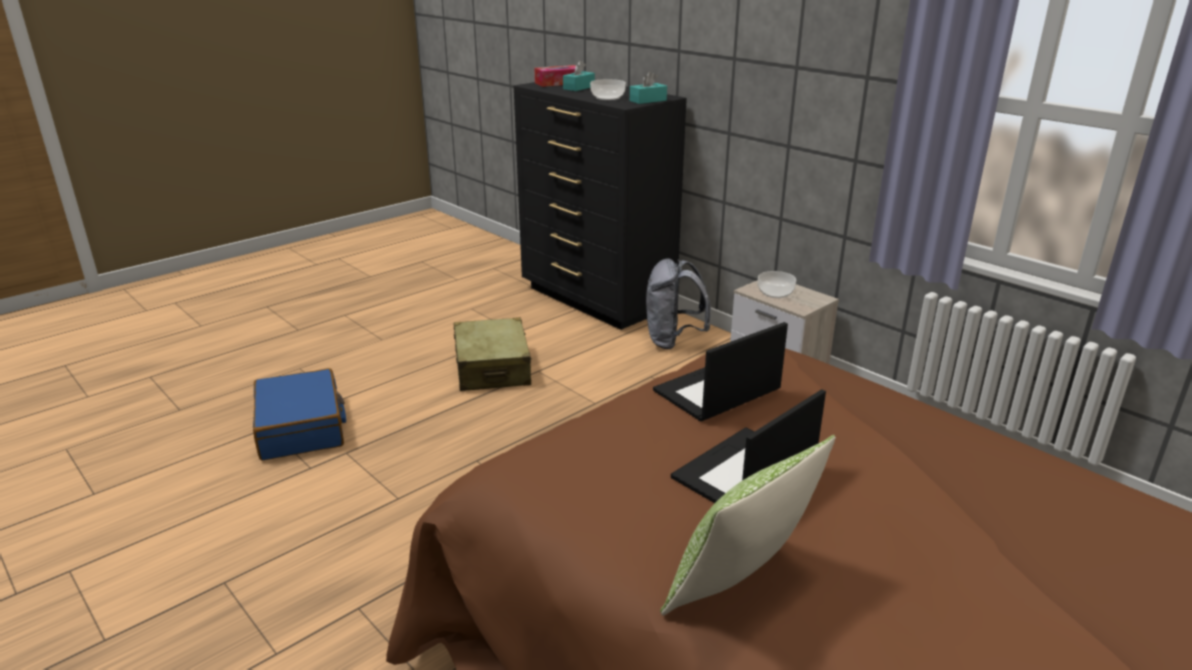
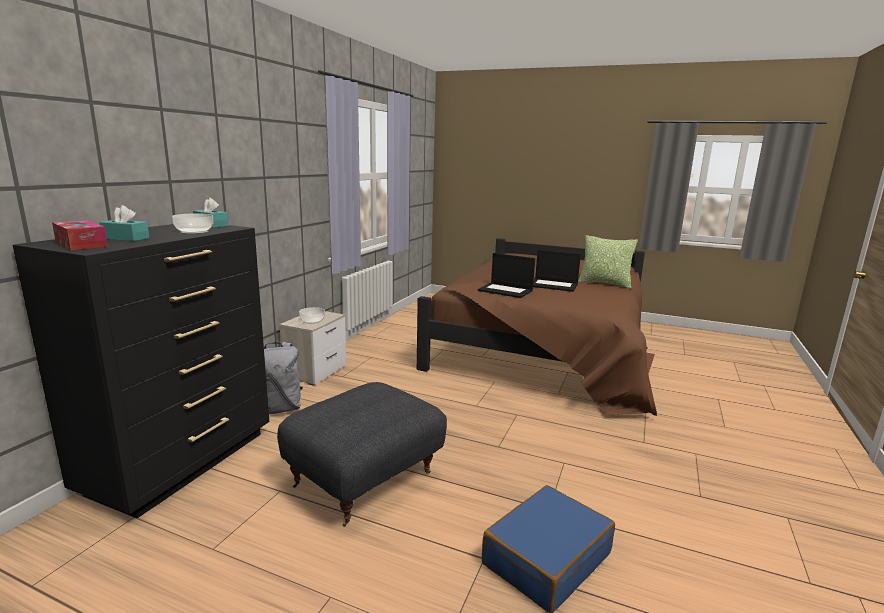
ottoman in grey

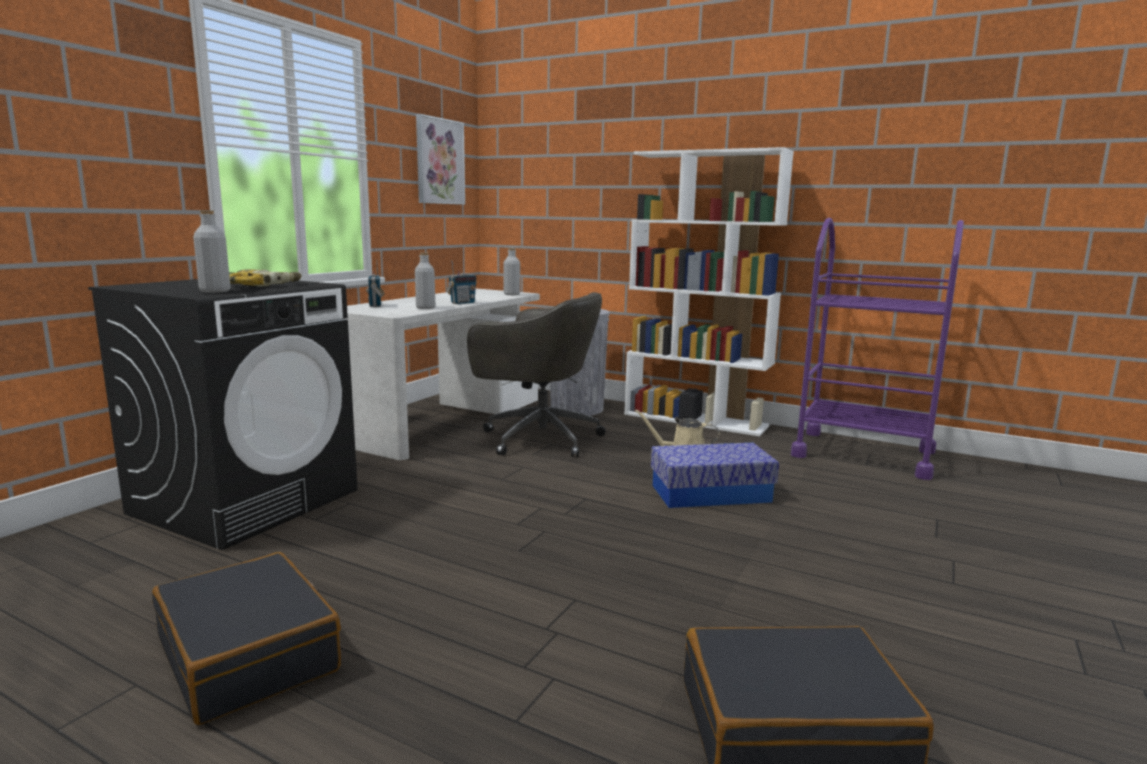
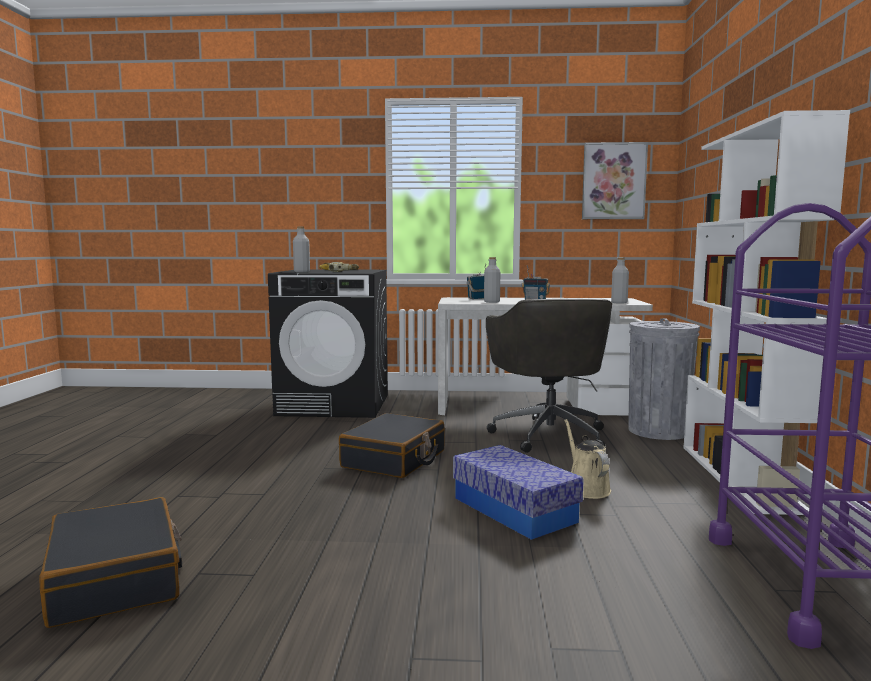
suitcase in black (no. 2 from left)

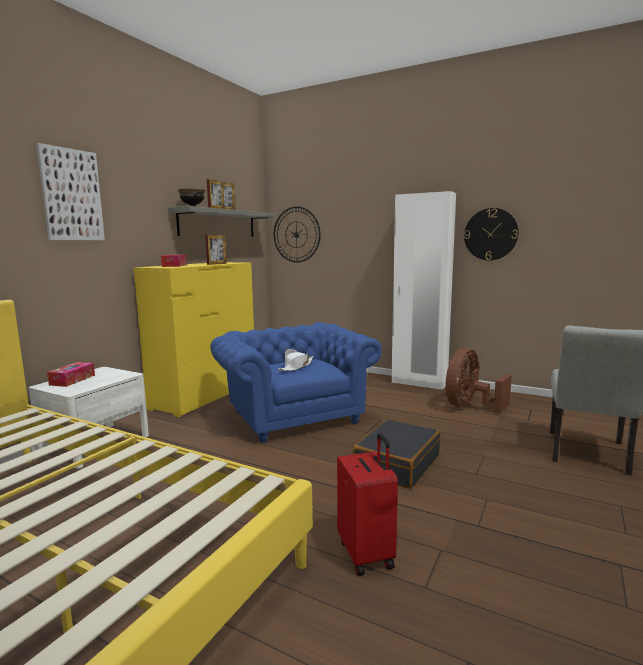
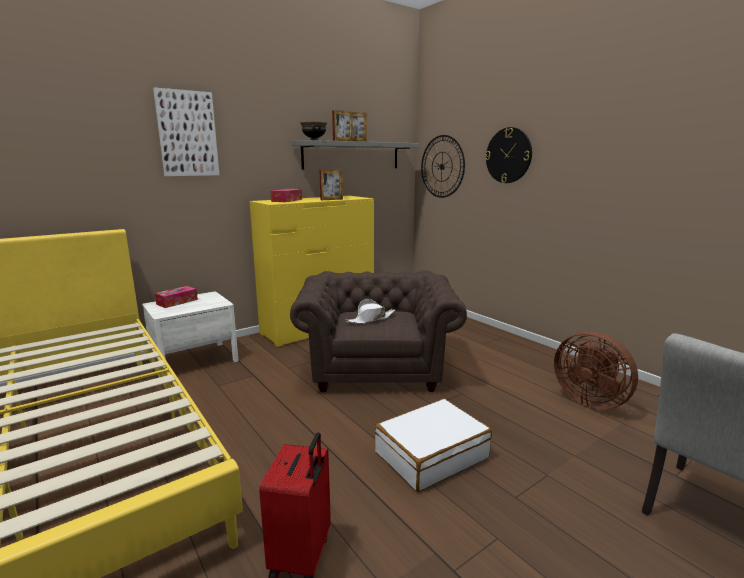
armchair in brown
suitcase in white
wardrobe in white
fan in brown
wall clock (no. 2 from left)

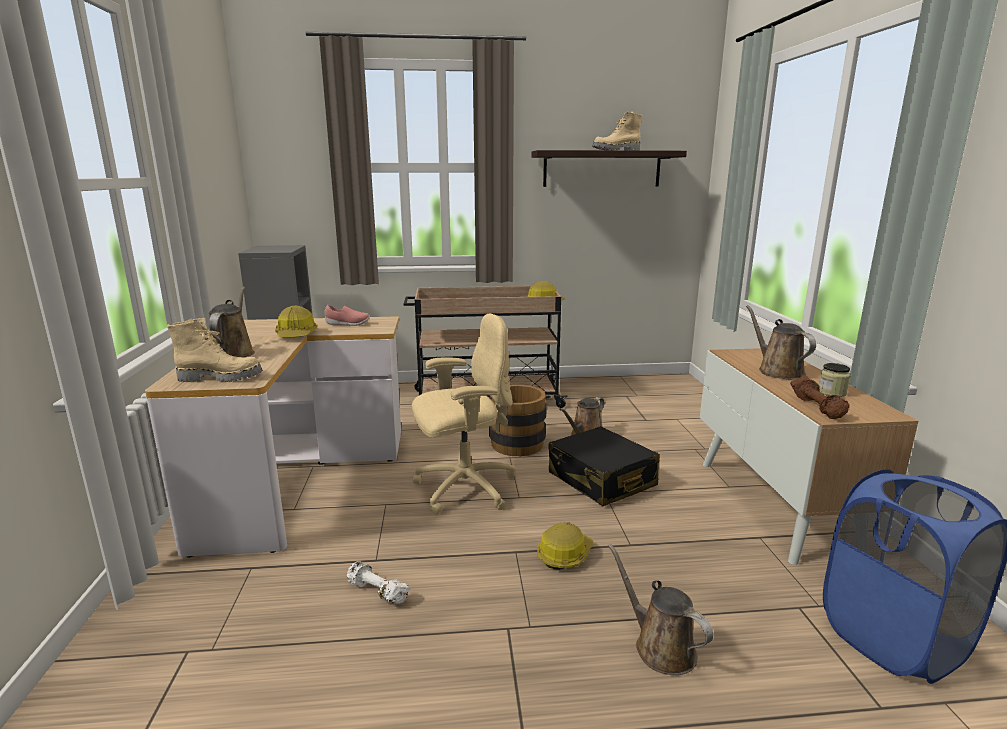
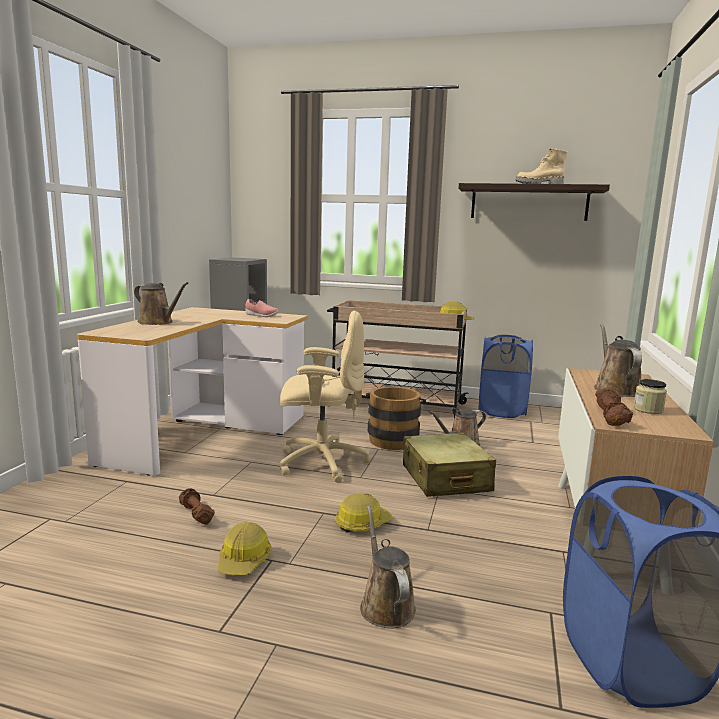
boot in beige (no. 1 from left in the first image)
watering can in brown (no. 1 from left)
hard hat (no. 1 from left)
dumbbell in brown (no. 1 from left)
suitcase in beige
laundry basket in blue (no. 1 from left)

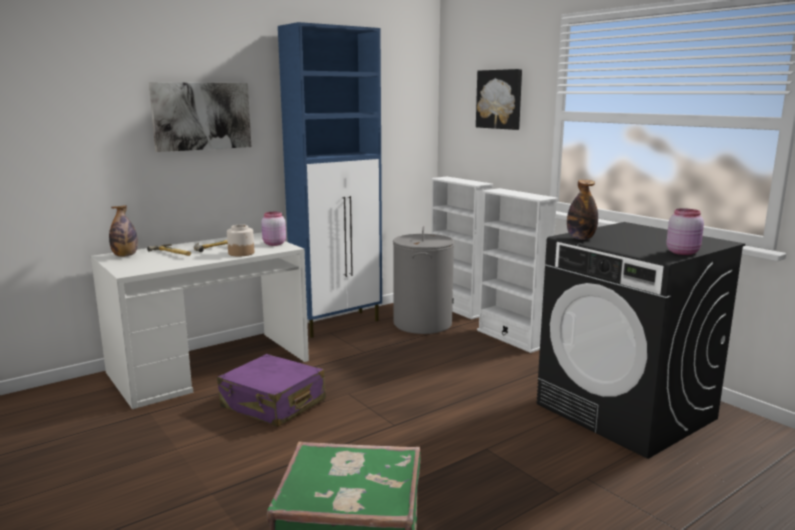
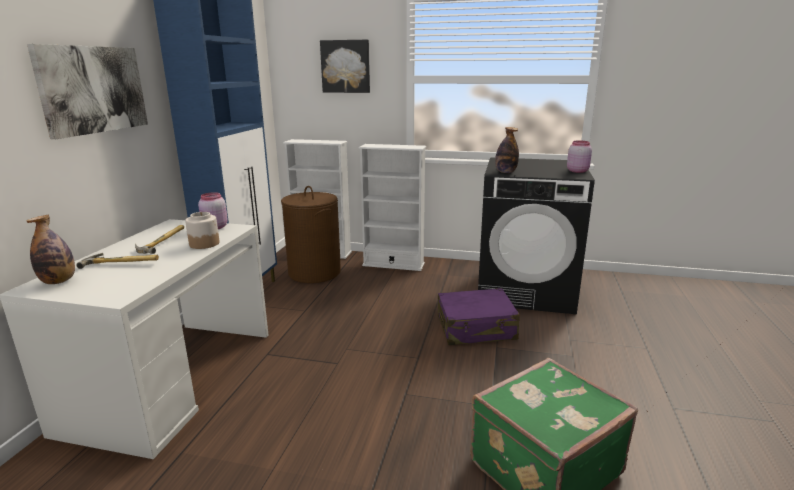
suitcase in purple
laundry basket in brown

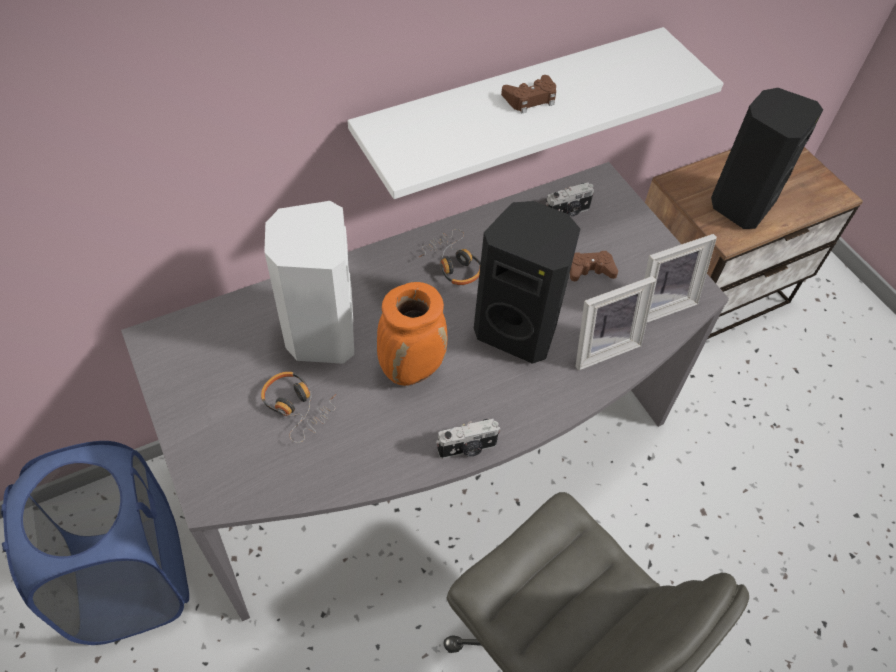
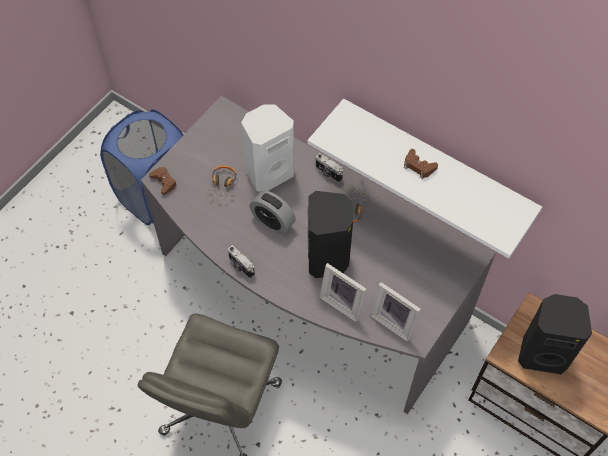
alarm clock
photo camera (no. 2 from left)
game controller in brown (no. 1 from left)

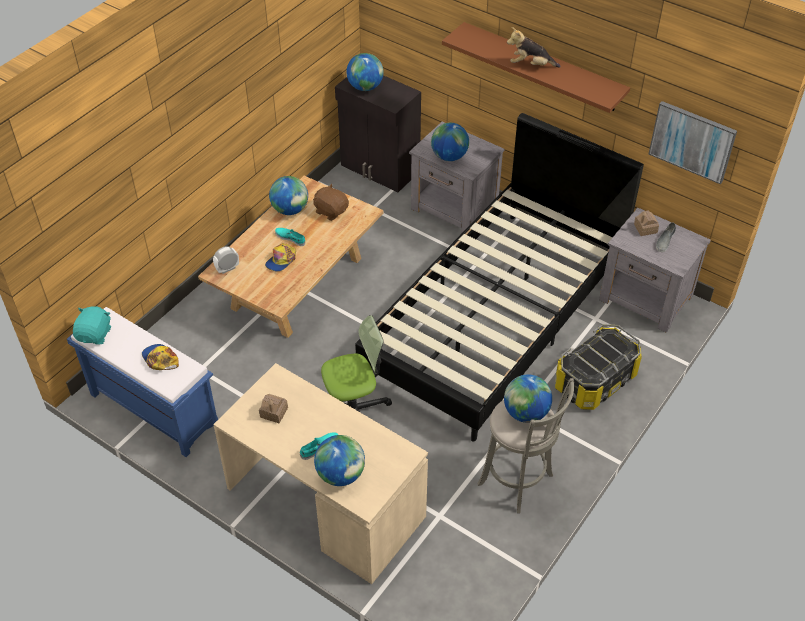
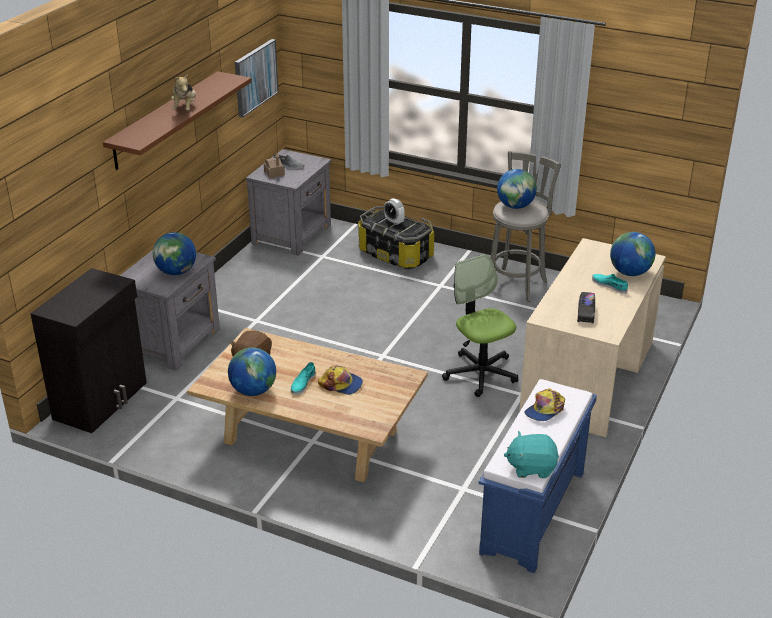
alarm clock
toy truck
globe (no. 3 from left in the first image)
bed in black

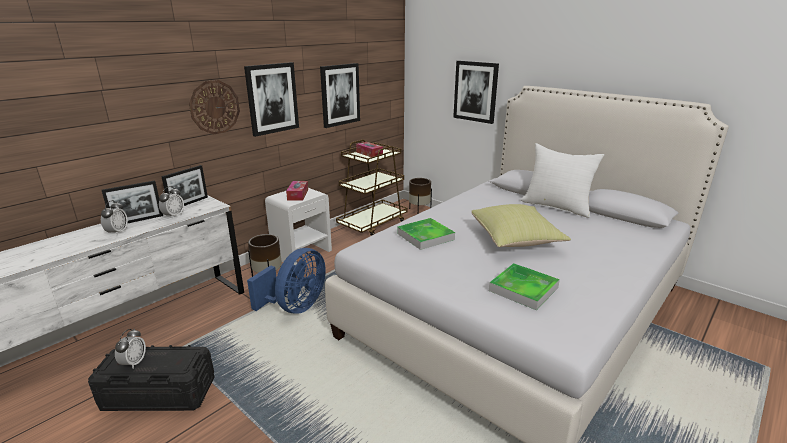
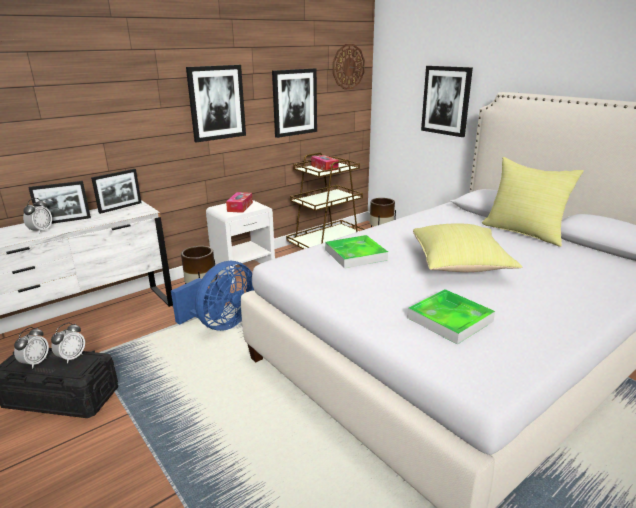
alarm clock (no. 3 from left)
wall clock
pillow in yellow (no. 2 from left)

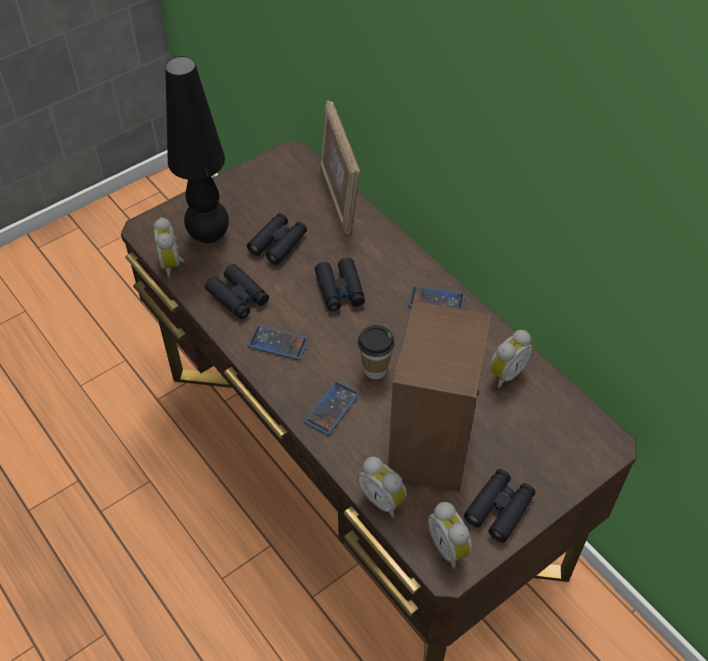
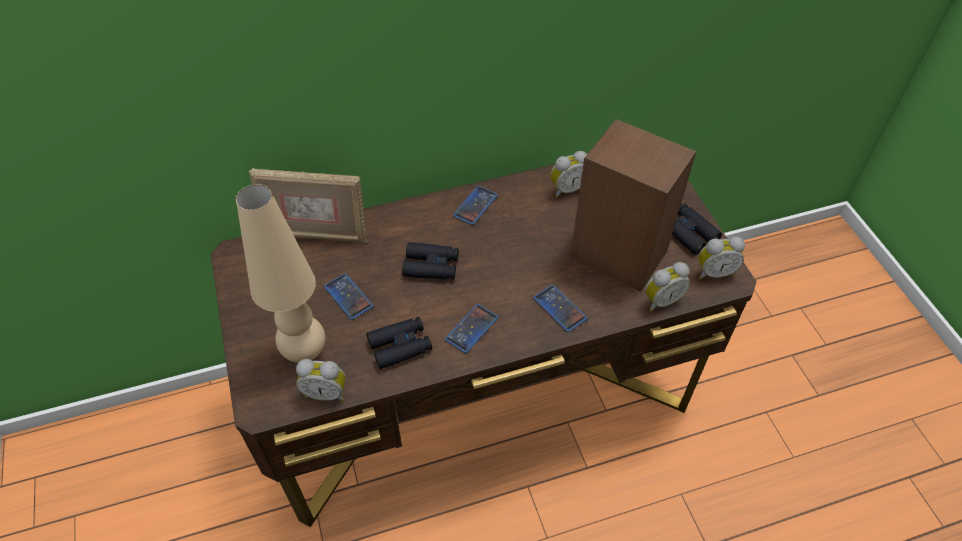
table lamp in beige
phone (no. 1 from left)
cup
alarm clock (no. 2 from left)

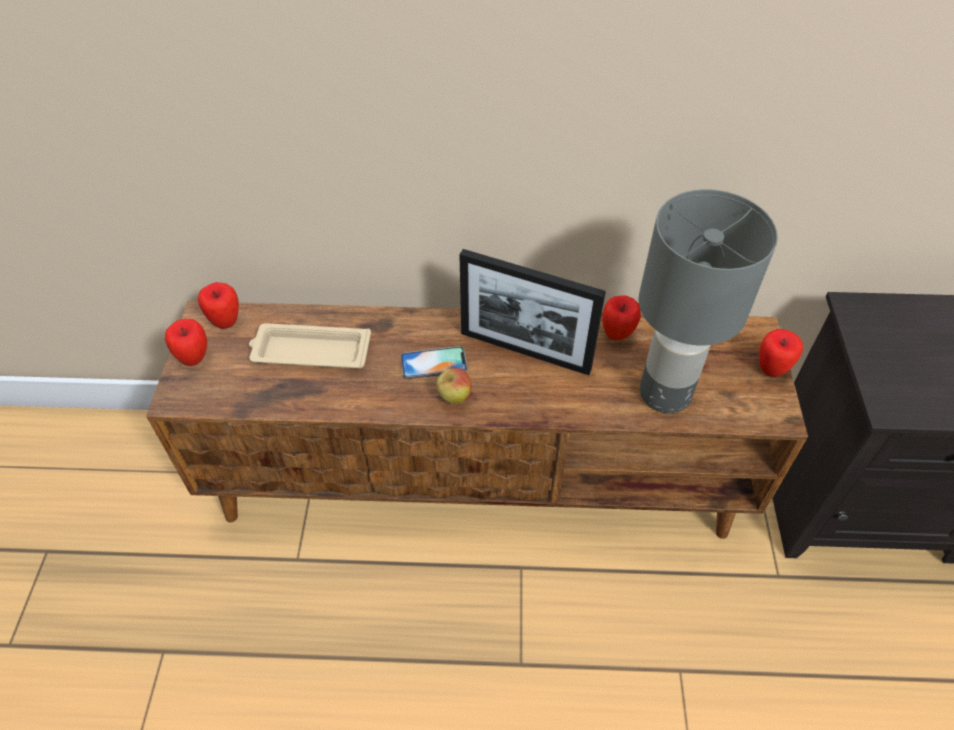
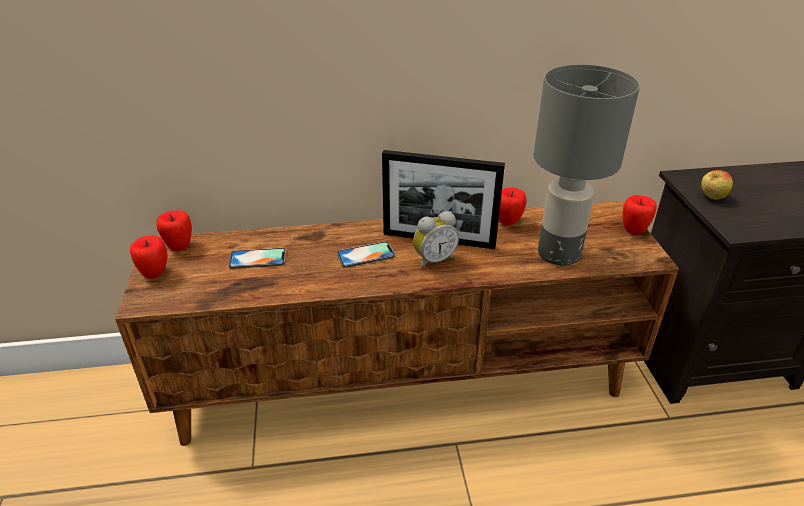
phone (no. 1 from left)
apple (no. 5 from left)
alarm clock

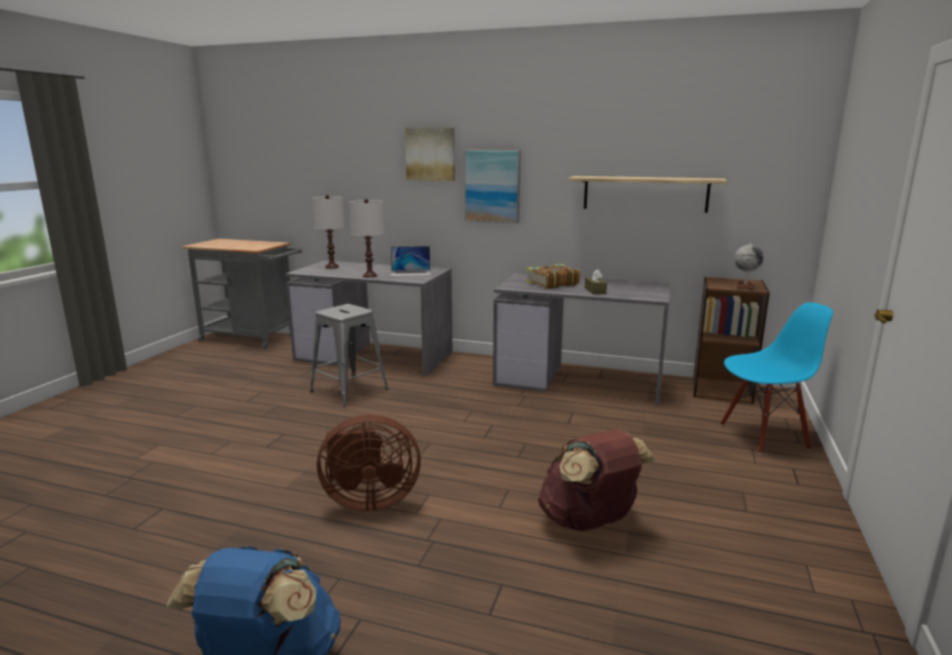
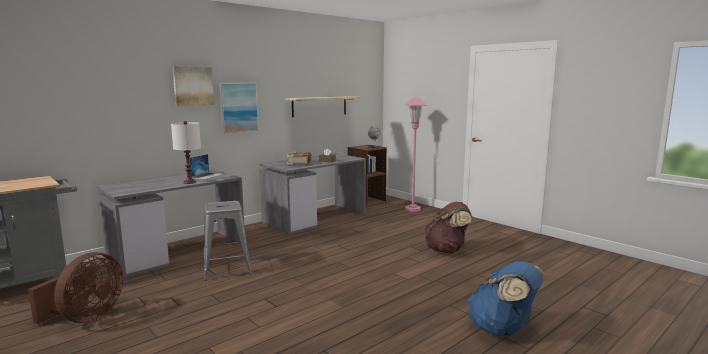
table lamp in white (no. 1 from left in the first image)
fan in brown
floor lamp in pink

